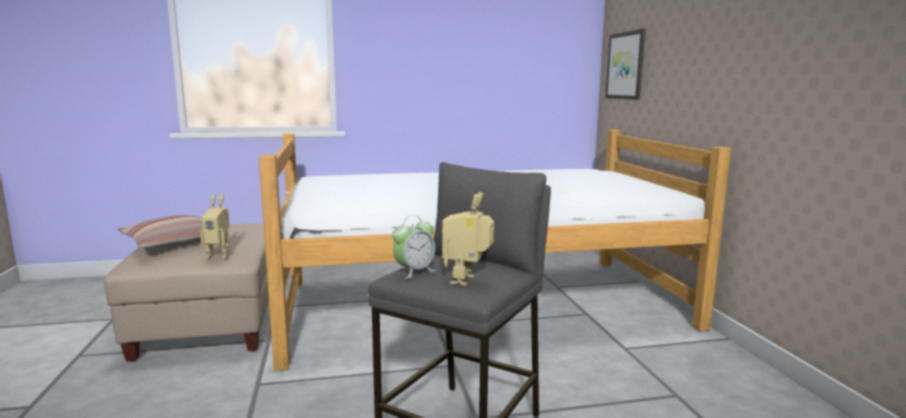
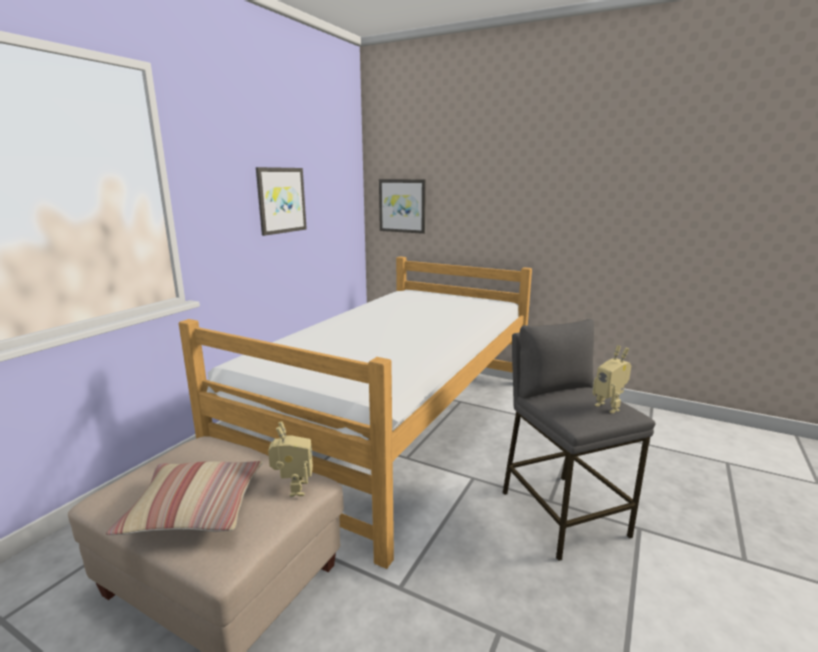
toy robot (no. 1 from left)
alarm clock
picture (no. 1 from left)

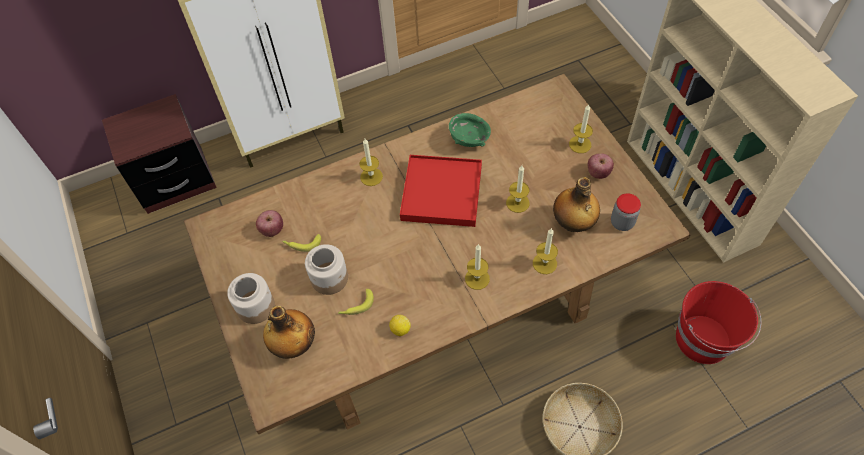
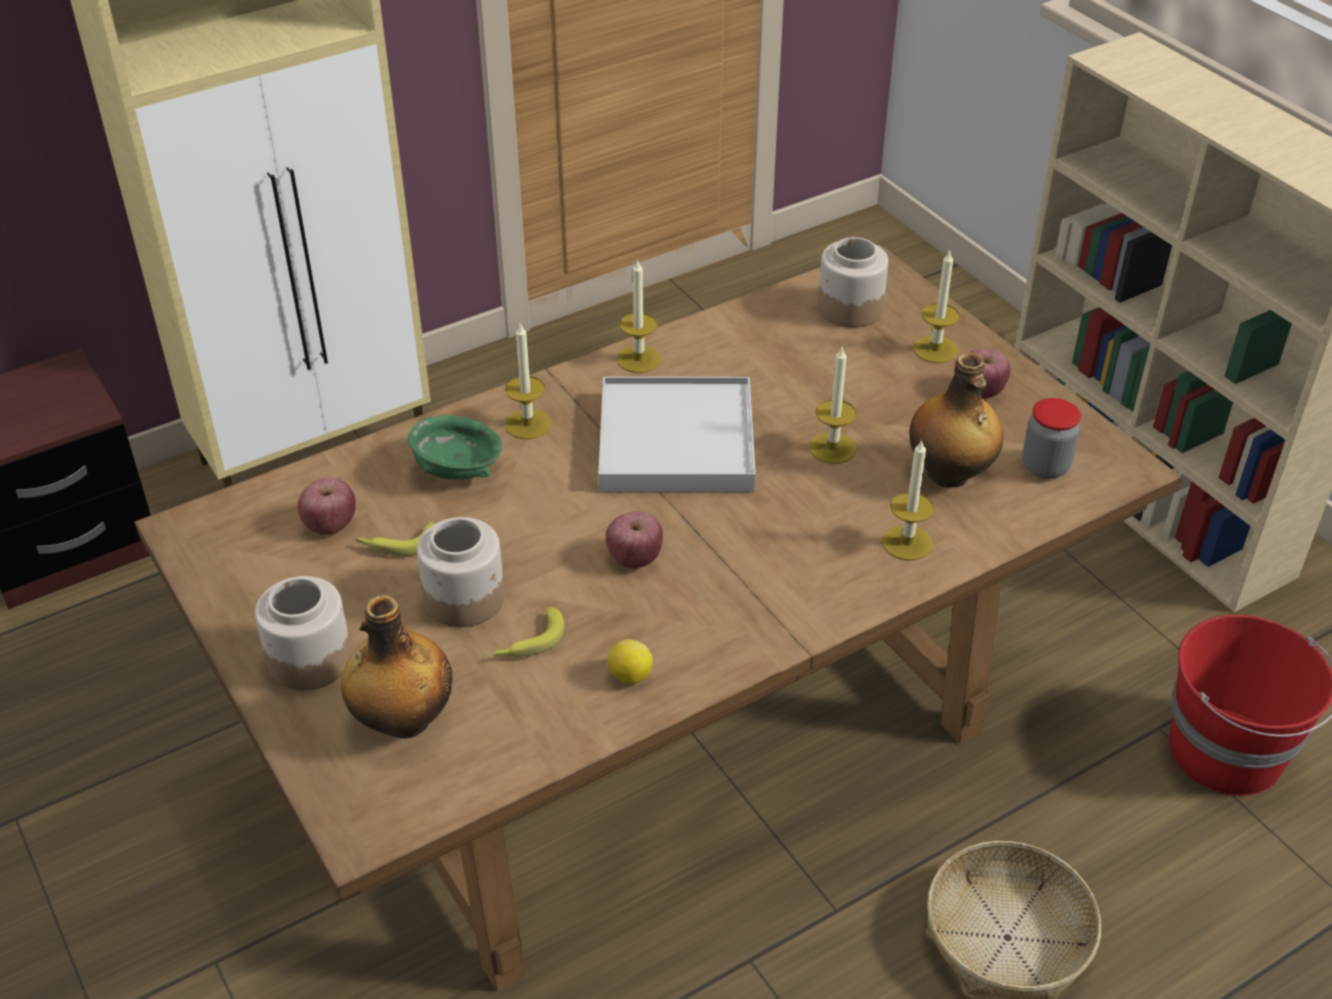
tray in white
bowl in green
candle (no. 2 from left)
apple (no. 2 from left)
jar (no. 3 from left)

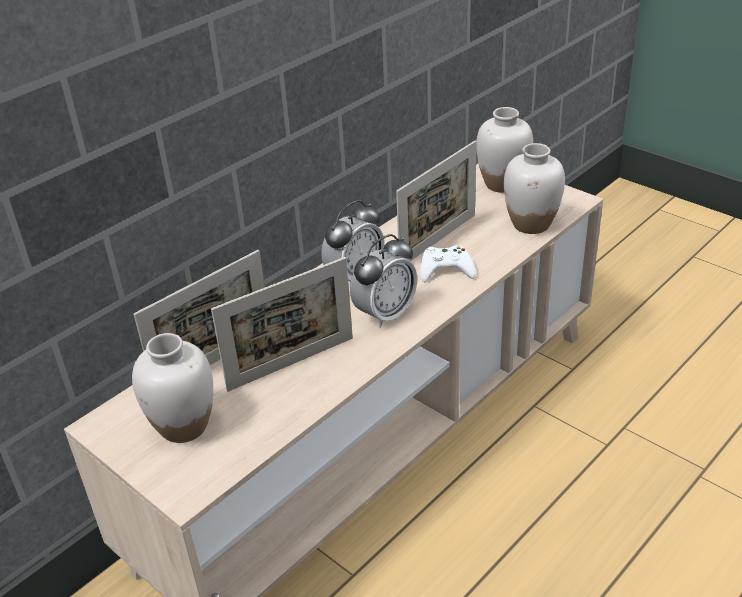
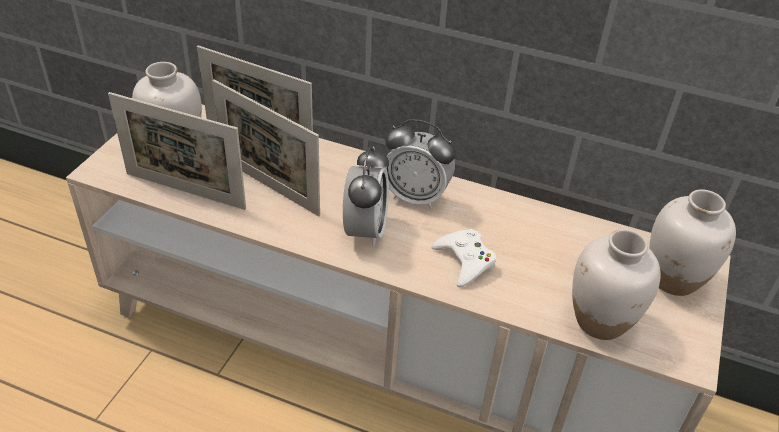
alarm clock (no. 1 from left)
picture frame (no. 1 from left)

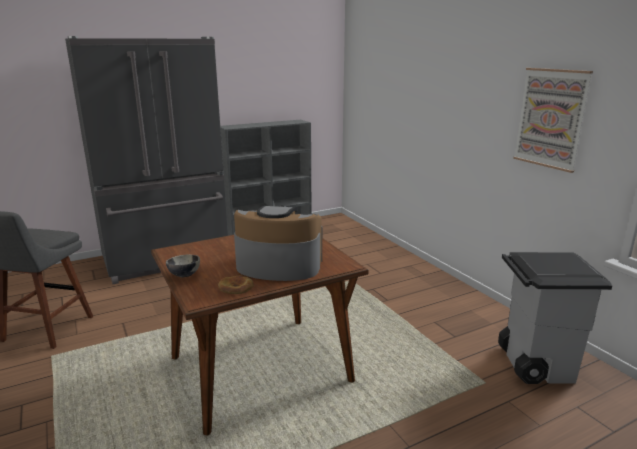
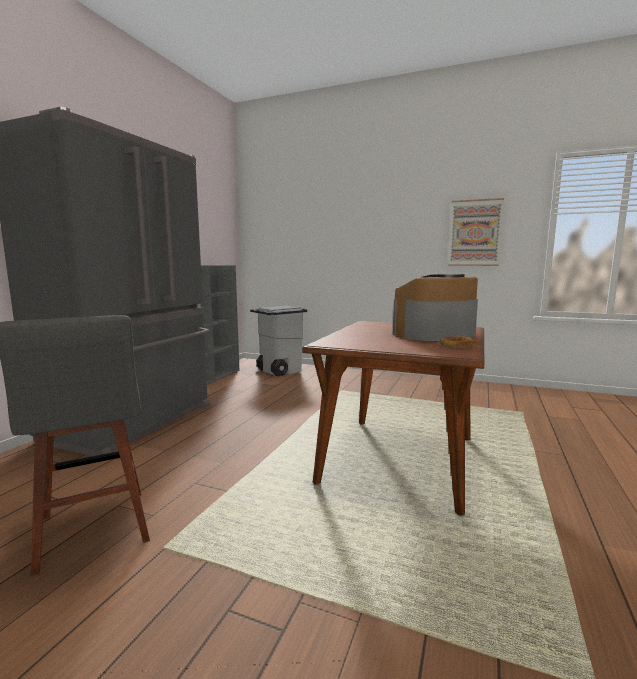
bowl
trash can in grey

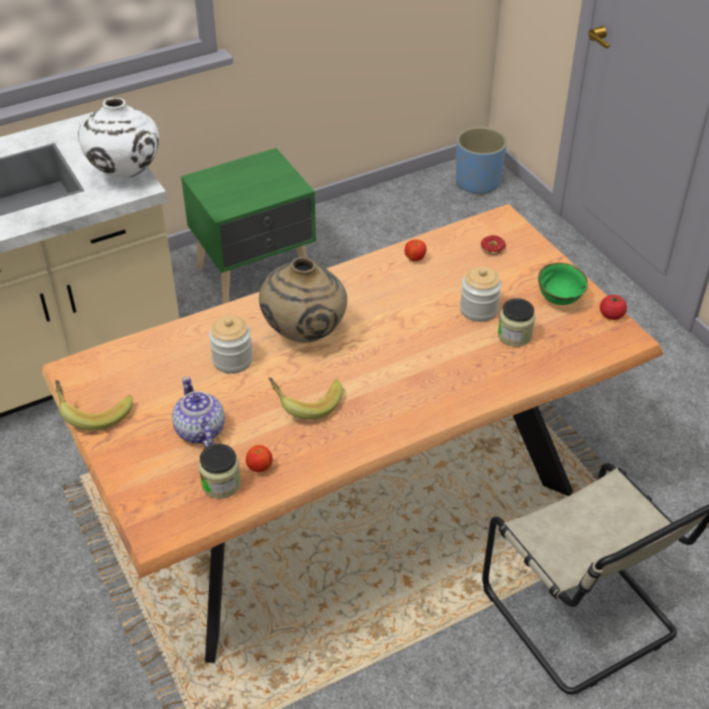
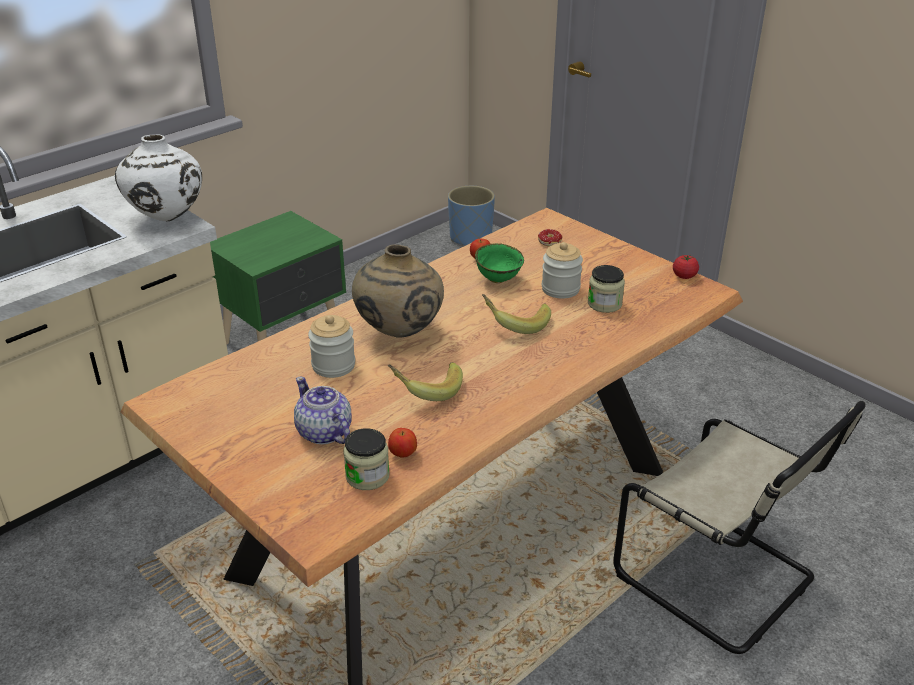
banana (no. 2 from left)
bowl in green

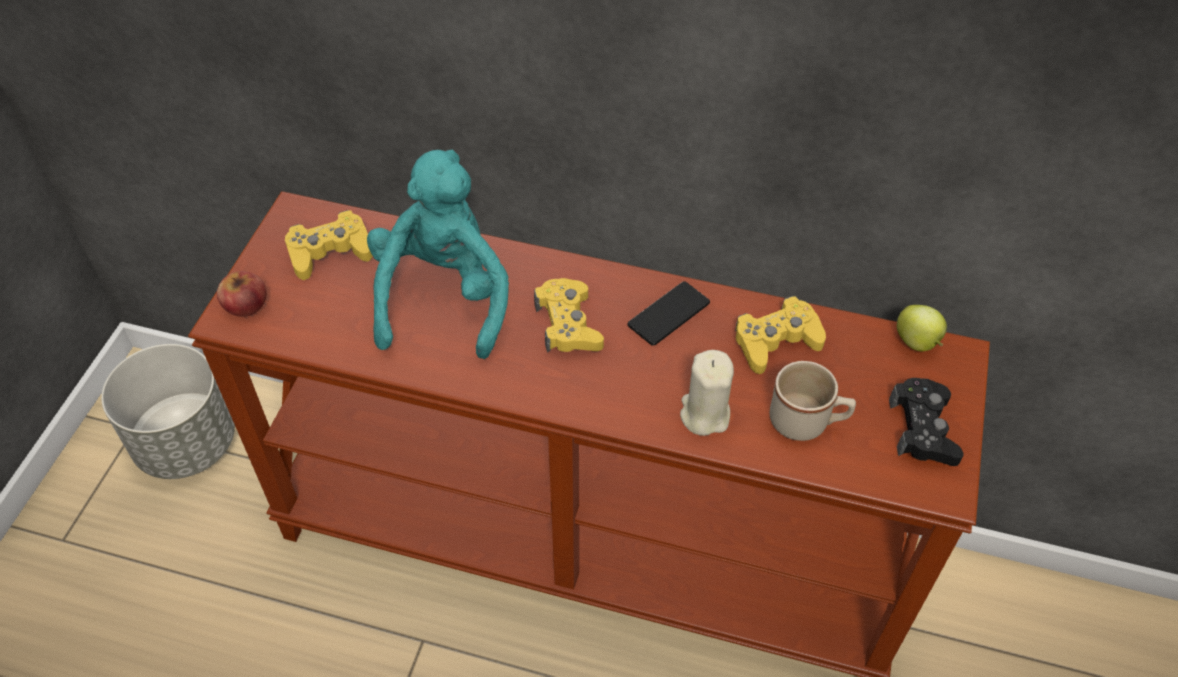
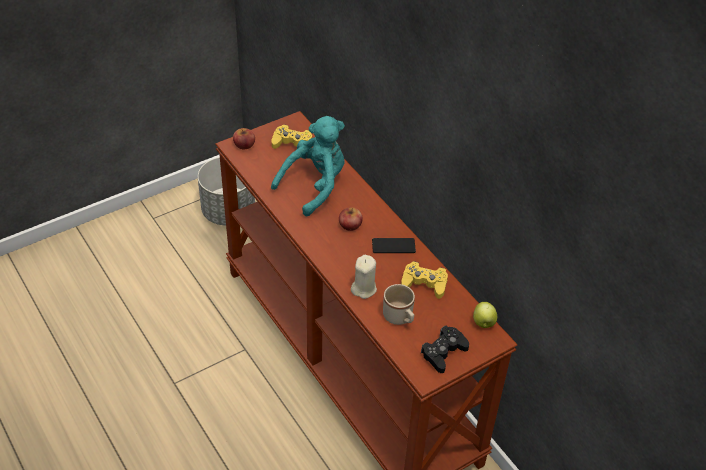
apple (no. 2 from left)

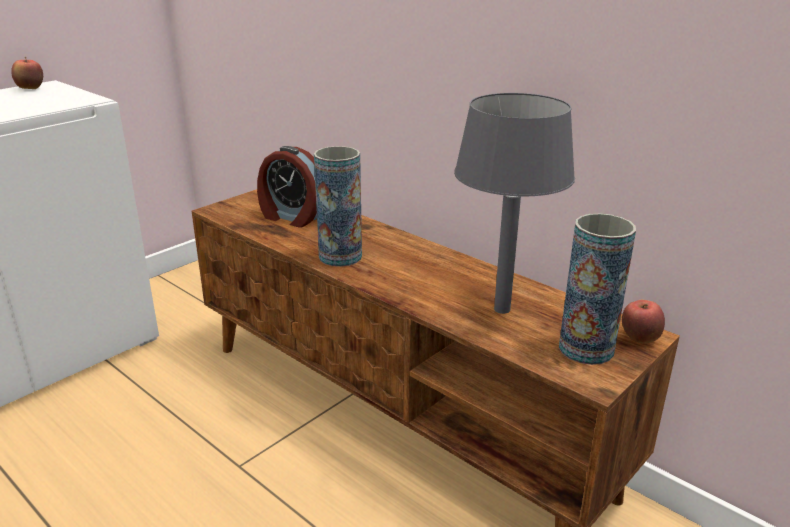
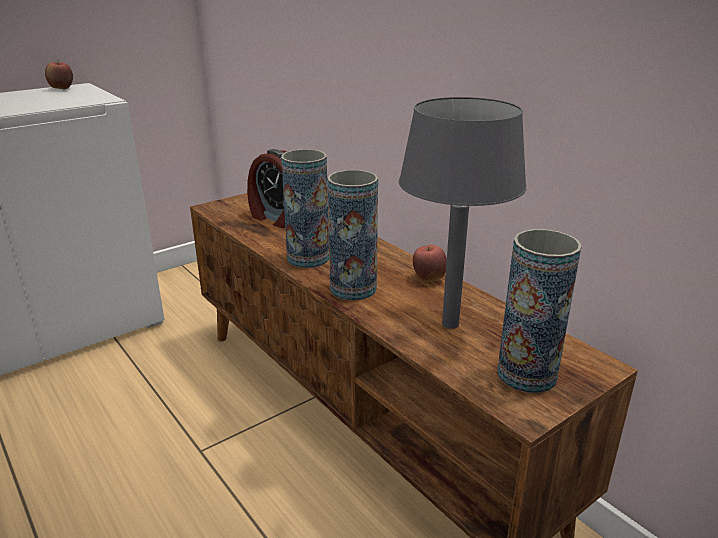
apple (no. 2 from left)
vase (no. 2 from left)

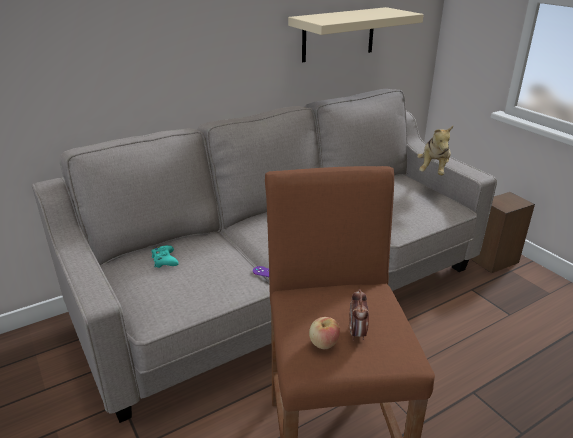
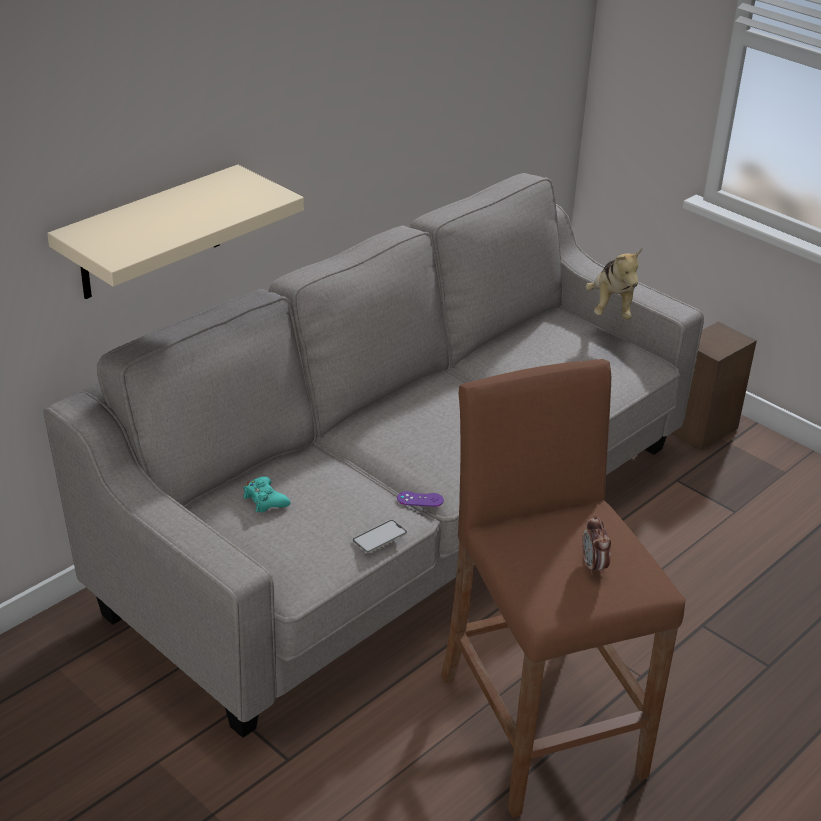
shelf in beige
apple
phone

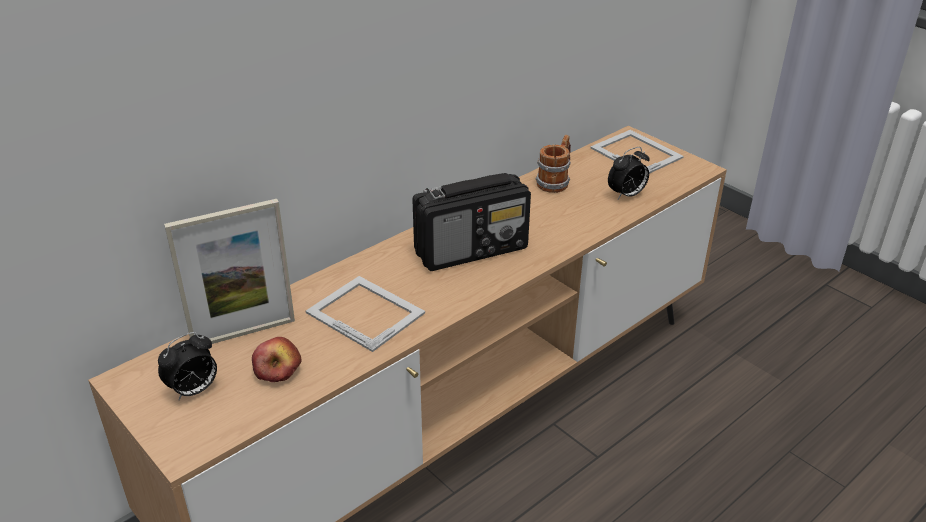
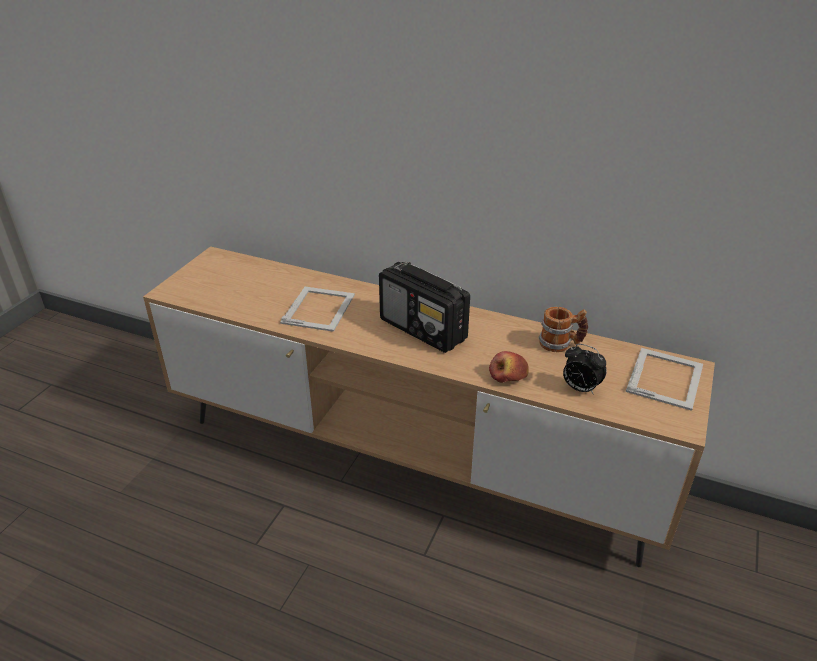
alarm clock (no. 1 from left in the first image)
picture frame (no. 1 from left in the first image)
apple

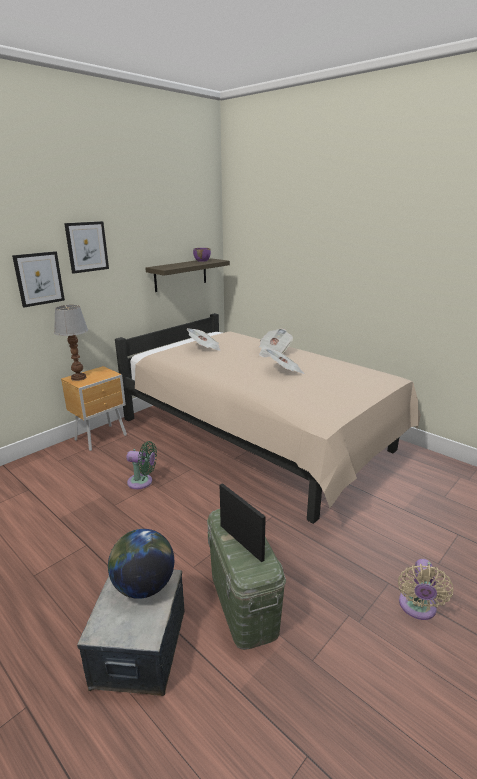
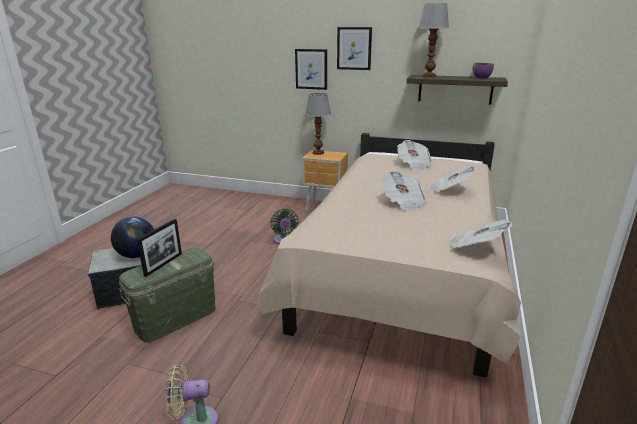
table lamp (no. 2 from left)
newspaper (no. 4 from left)

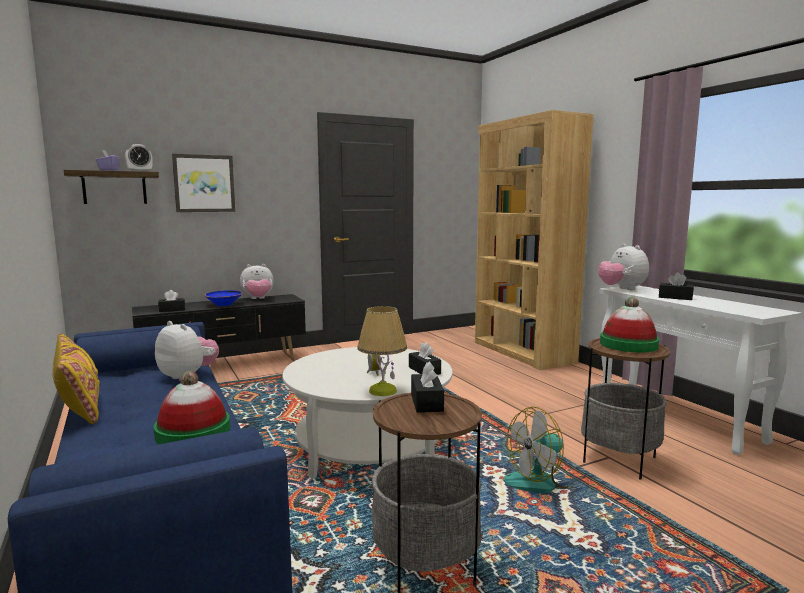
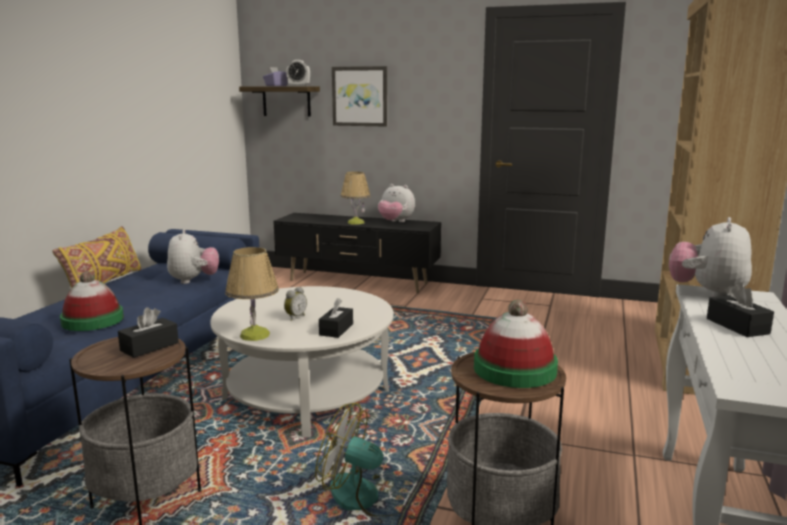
tissue box in black (no. 1 from left in the first image)
table lamp (no. 2 from left)

